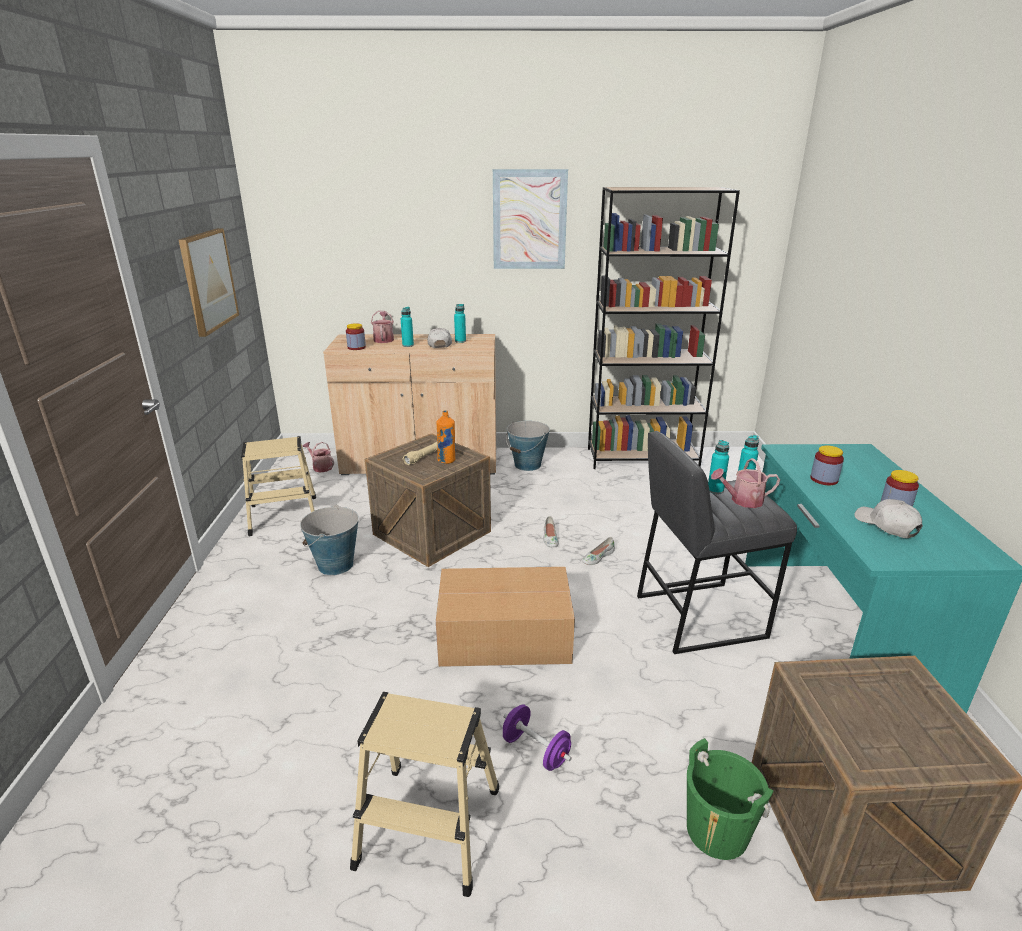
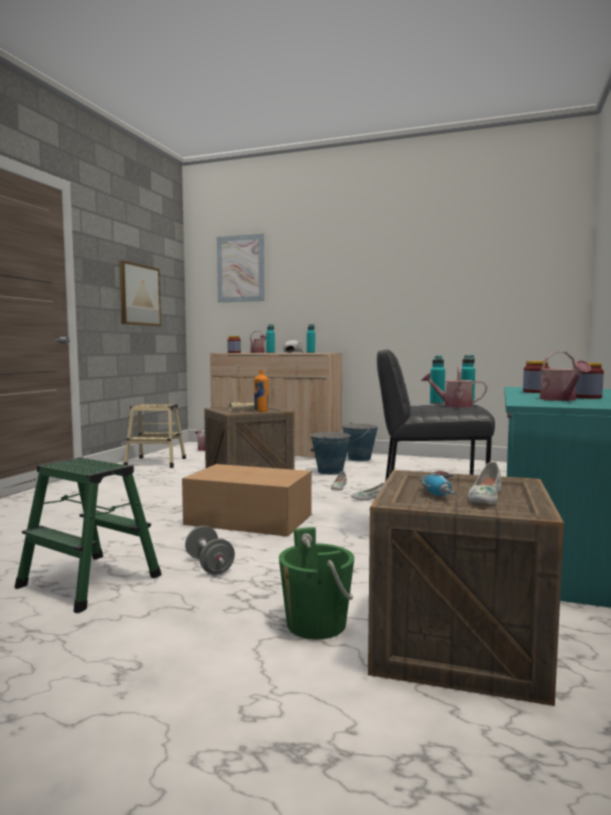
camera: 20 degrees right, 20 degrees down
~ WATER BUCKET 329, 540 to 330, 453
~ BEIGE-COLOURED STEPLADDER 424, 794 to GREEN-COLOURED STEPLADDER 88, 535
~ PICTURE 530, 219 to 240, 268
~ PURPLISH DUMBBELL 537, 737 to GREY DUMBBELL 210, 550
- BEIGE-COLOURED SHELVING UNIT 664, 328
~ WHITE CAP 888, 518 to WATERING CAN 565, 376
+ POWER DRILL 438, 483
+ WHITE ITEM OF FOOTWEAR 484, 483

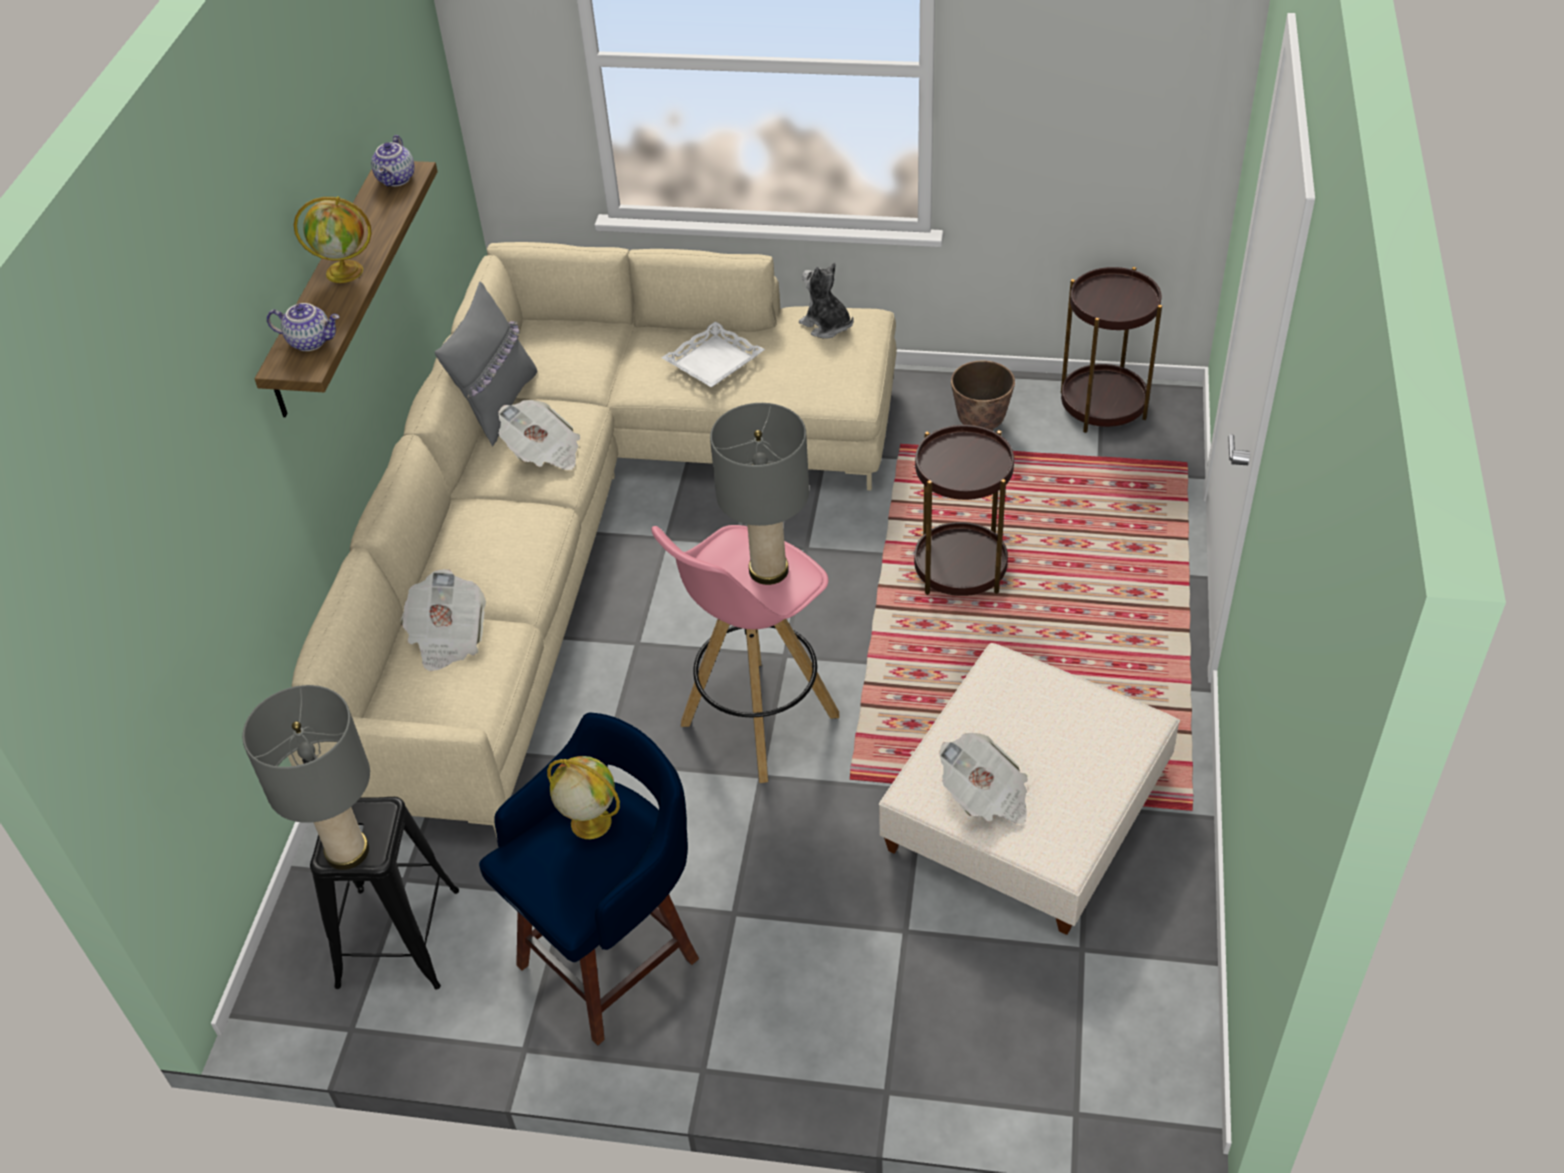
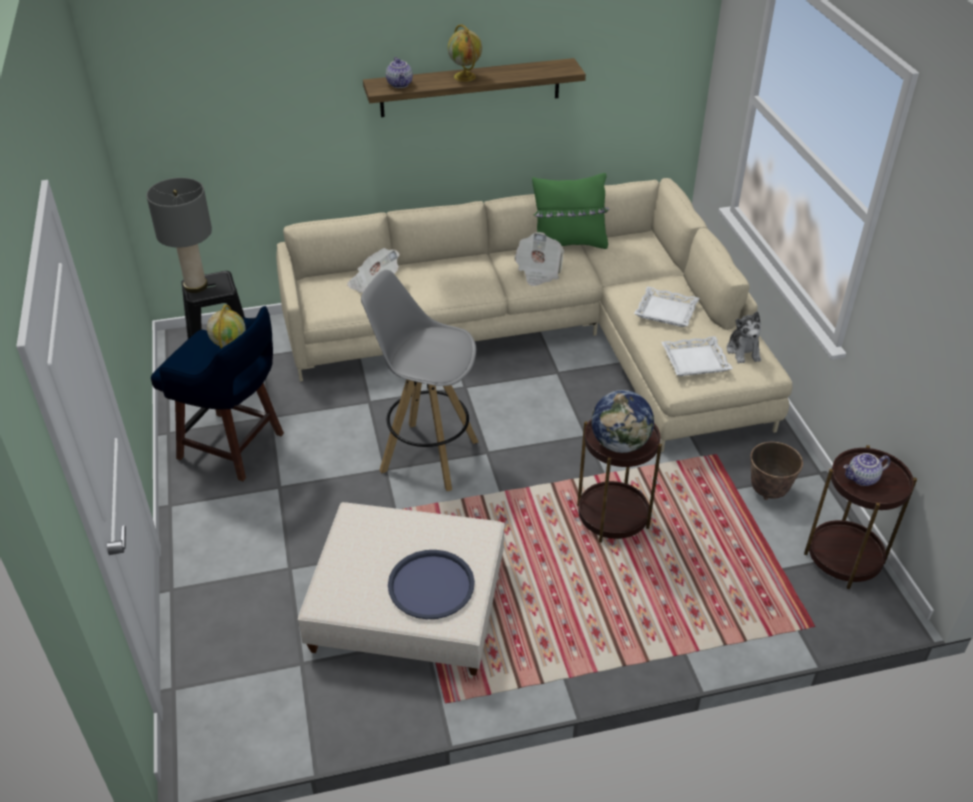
camera: 65 degrees right, 5 degrees down
~ POT FOR TEA 393, 161 to 866, 469
~ GREY CUSHION 486, 364 to GREEN-COLOURED CUSHION 571, 211
~ PINK-COLOURED SITTING STOOL 745, 654 to GREY SITTING STOOL 419, 380
- GREY TABLETOP LAMP 759, 494
~ SOFT TOY 826, 301 = 744, 337 150 degrees clockwise
- NEWSPAPER 983, 778
+ BLUE CARRYING TRAY 431, 584
+ WORLD GLOBE 622, 421
+ WHITE CARRYING TRAY 697, 356

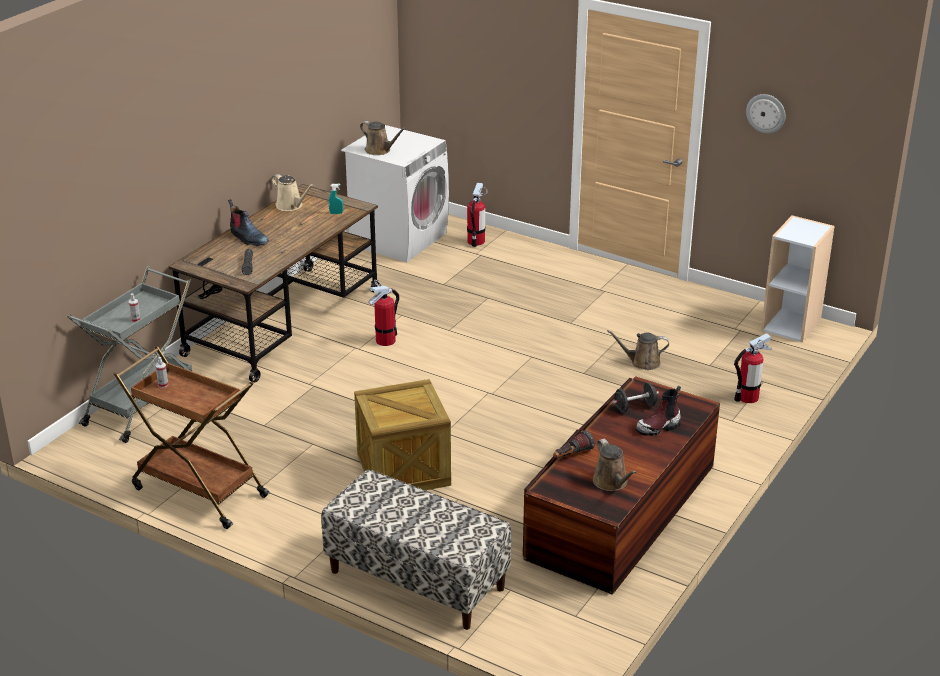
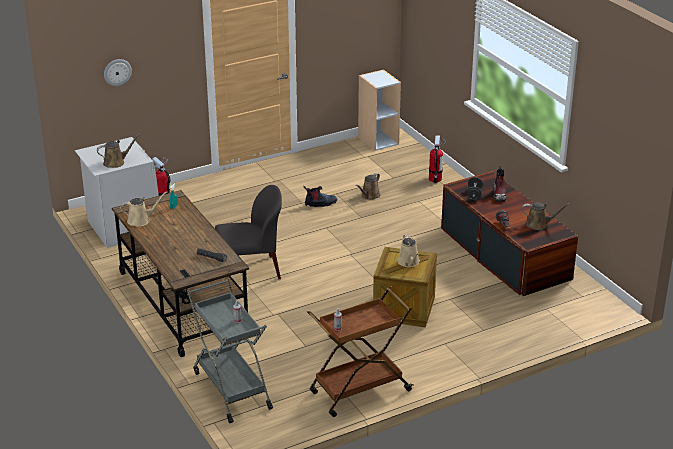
camera: 60 degrees left, 0 degrees up
~ TALL BOOT 248, 222 to 320, 196
- BENCH 416, 550
~ FIRE-FIGHTING CYLINDER 384, 313 to GREY UPRIGHT CHAIR 248, 232
~ HANGING CLOCK 765, 113 to 118, 72
+ BEIGE-COLOURED WATERING CAN 409, 251

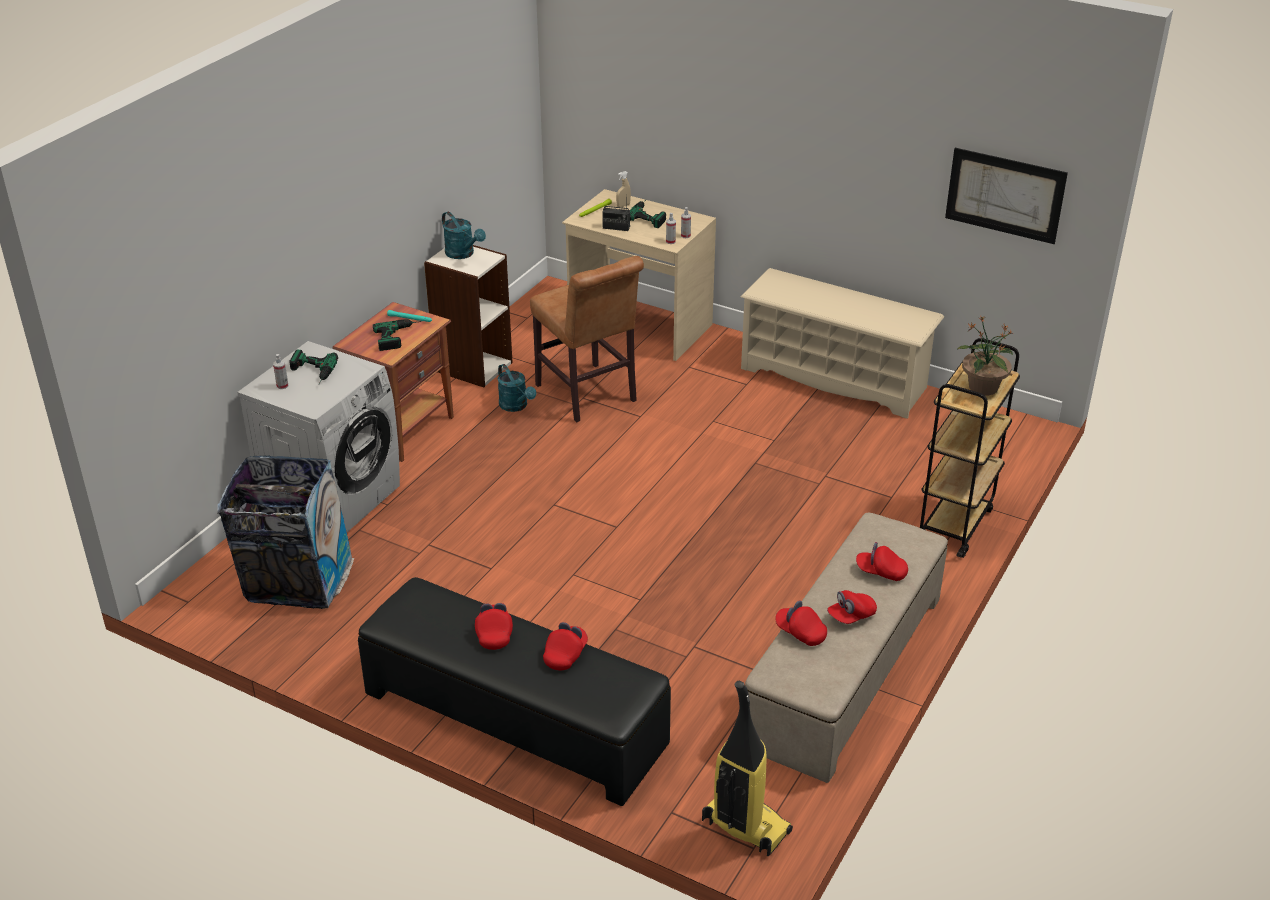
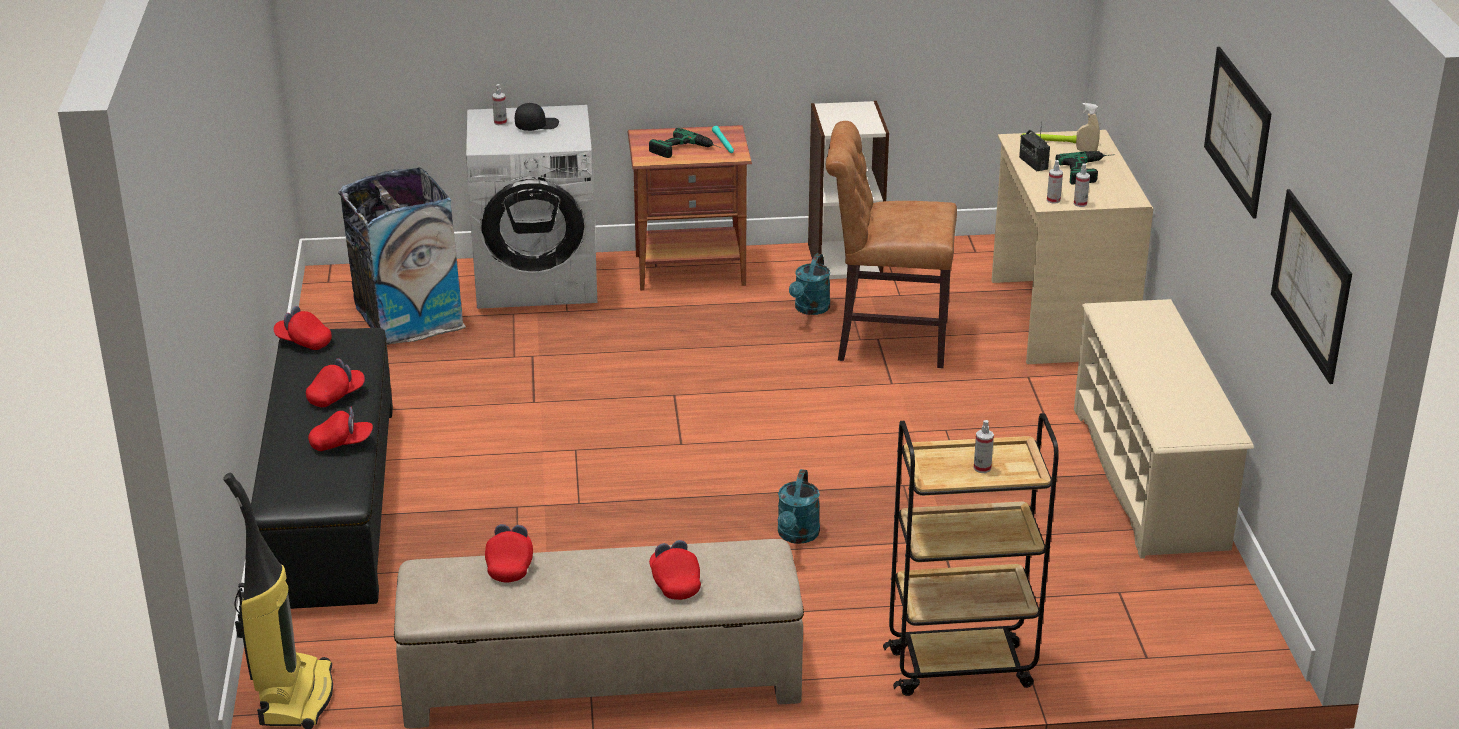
camera: 55 degrees right, 5 degrees down
~ POWER DRILL 313, 367 to BLACKISH CAP 537, 117
~ TURQUOISE-COLOURED WATERING CAN 464, 235 to 799, 506
~ BROWN-COLOURED UPRIGHT CHAIR 587, 339 = 891, 244 75 degrees clockwise
~ RED CAP 852, 607 to 303, 328
~ POTTED PLANT 984, 355 to HAND SPRAYER 984, 446
+ PICTURE 1238, 133

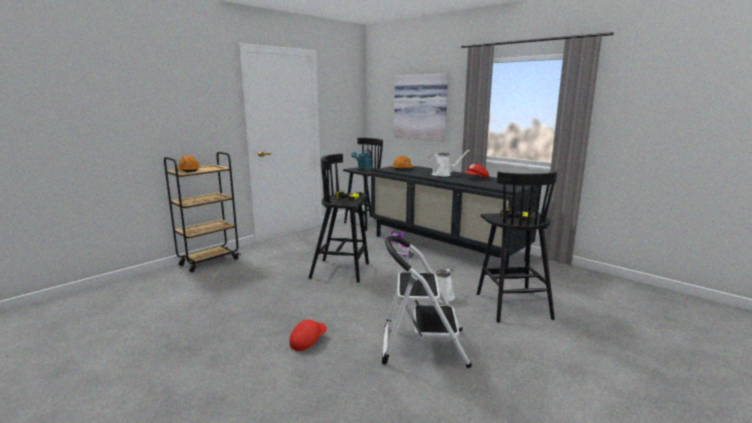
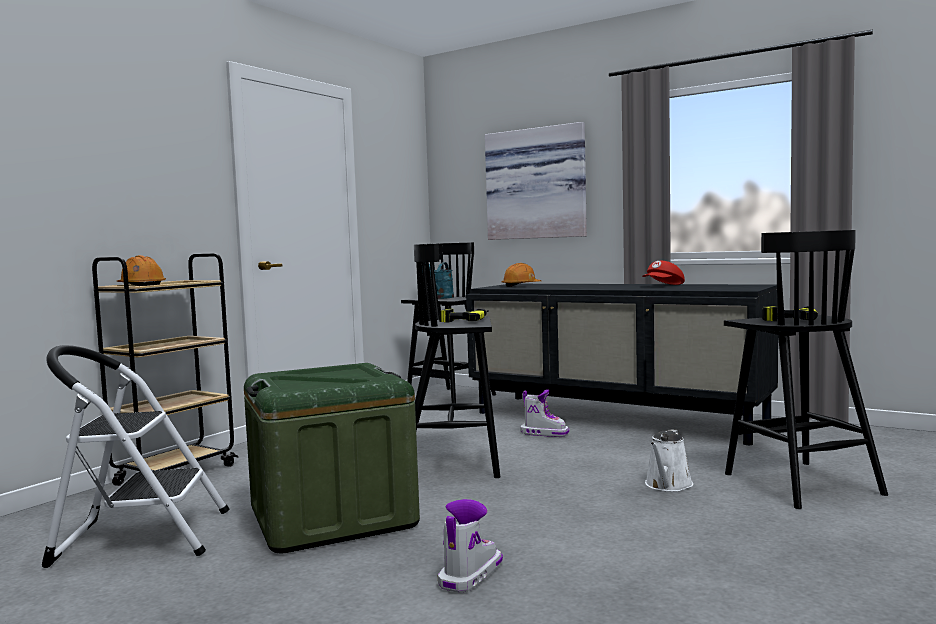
camera: 10 degrees left, 10 degrees down
~ RED CAP 308, 335 to TALL BOOT 470, 546
~ STEPLADDER 427, 302 to 135, 456
- WHITE WATERING CAN 448, 163
+ GREEN-COLOURED STORAGE BOX 332, 458

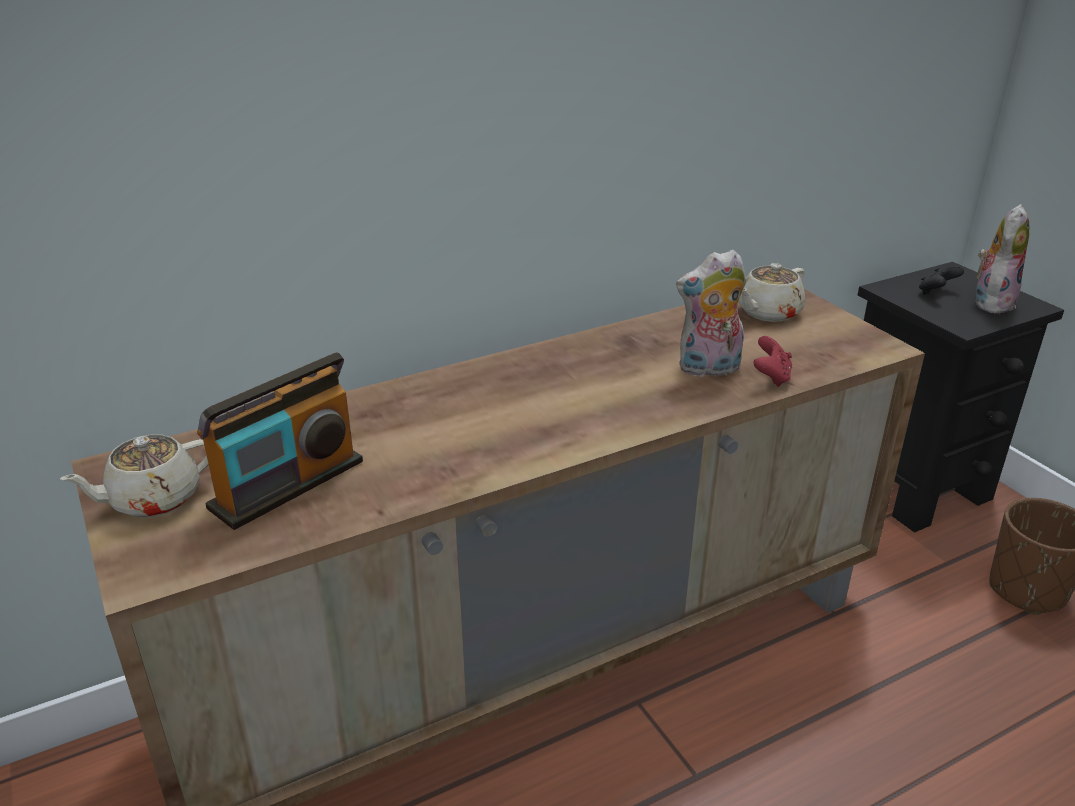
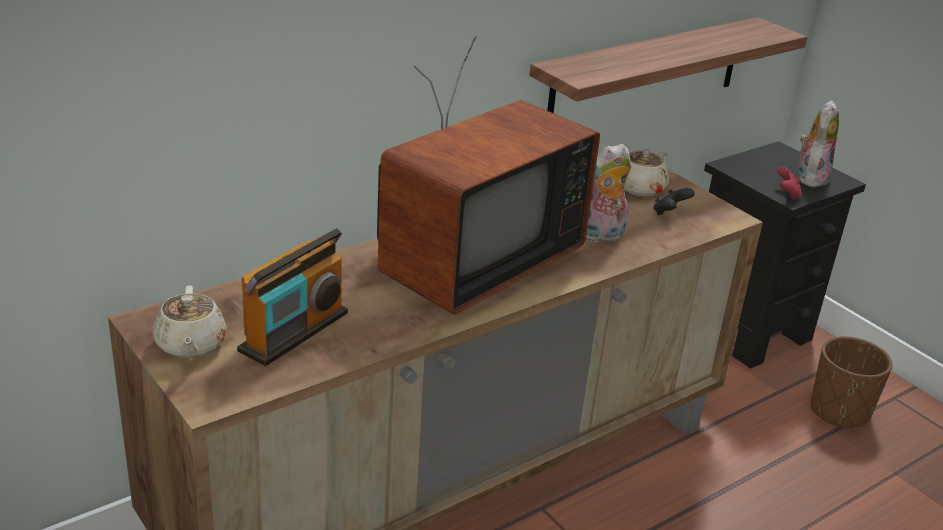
camera: 10 degrees left, 0 degrees up
~ BEIGE-COLOURED POT FOR TEA 134, 476 = 190, 321 60 degrees counterclockwise
~ RED GAME CONTROLLER 772, 361 to 789, 184
~ BLACKISH GAME CONTROLLER 941, 280 to 674, 201
+ TV SET 488, 175
+ BRACKET SHELF 668, 65

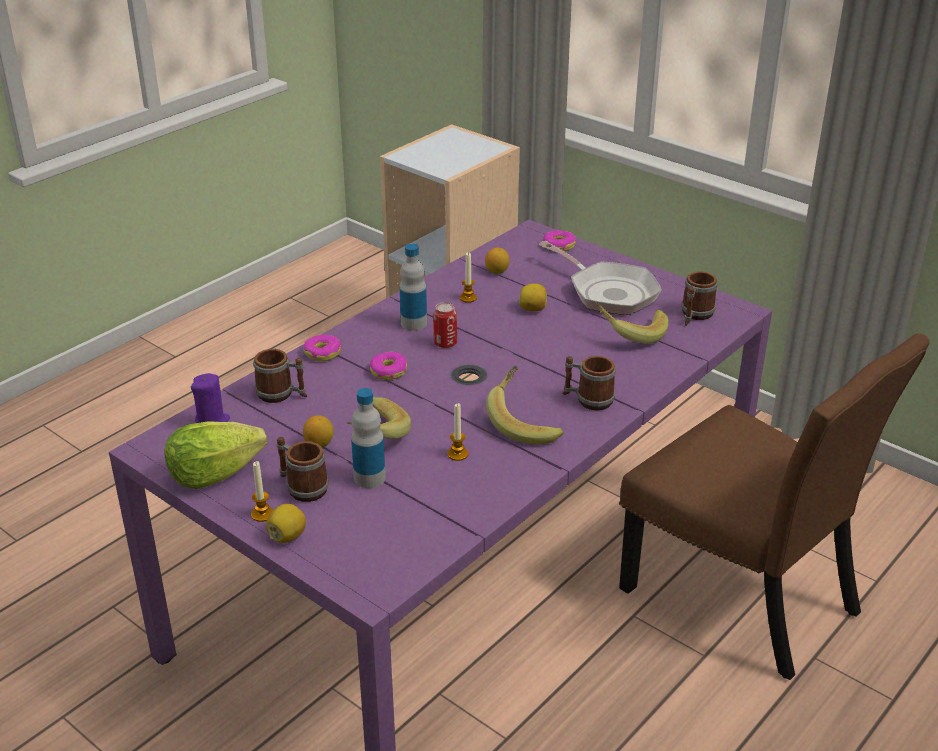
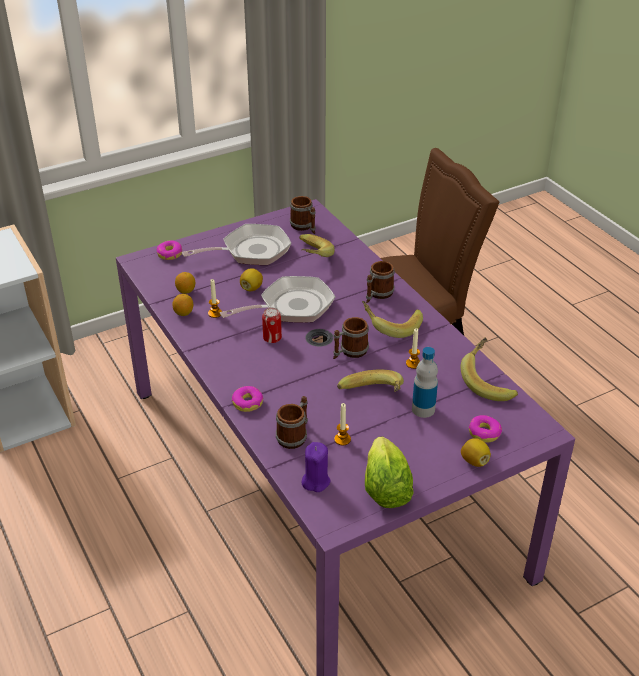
camera: 70 degrees left, 5 degrees up
~ WAX LIGHT 262, 491 to 342, 424
~ MUG 303, 469 to 351, 338
~ LEMON 318, 431 to 182, 305
~ RING DOUGHNUT 388, 366 to 485, 429
- BOTTLE 413, 287
+ FRYING PAN 277, 299
+ WHOLE BANANA 489, 369

